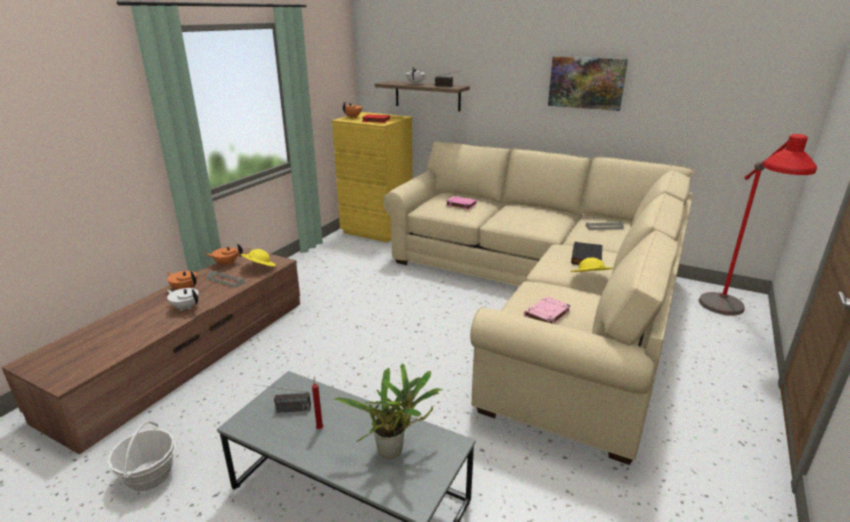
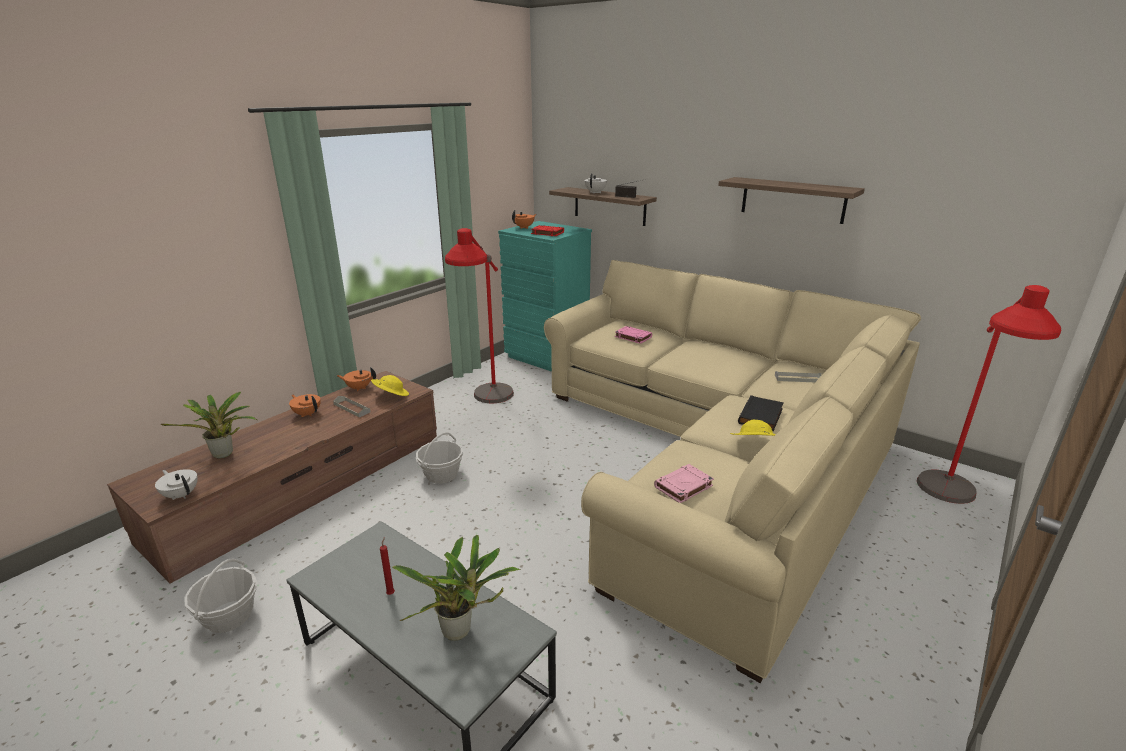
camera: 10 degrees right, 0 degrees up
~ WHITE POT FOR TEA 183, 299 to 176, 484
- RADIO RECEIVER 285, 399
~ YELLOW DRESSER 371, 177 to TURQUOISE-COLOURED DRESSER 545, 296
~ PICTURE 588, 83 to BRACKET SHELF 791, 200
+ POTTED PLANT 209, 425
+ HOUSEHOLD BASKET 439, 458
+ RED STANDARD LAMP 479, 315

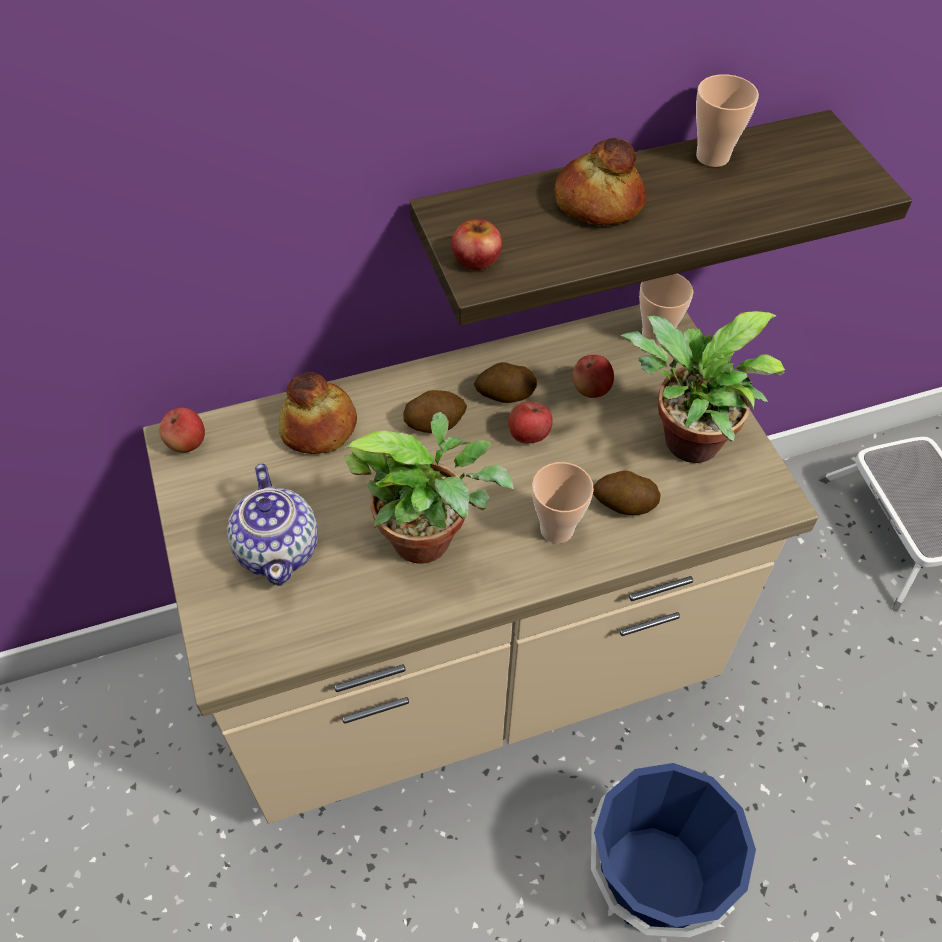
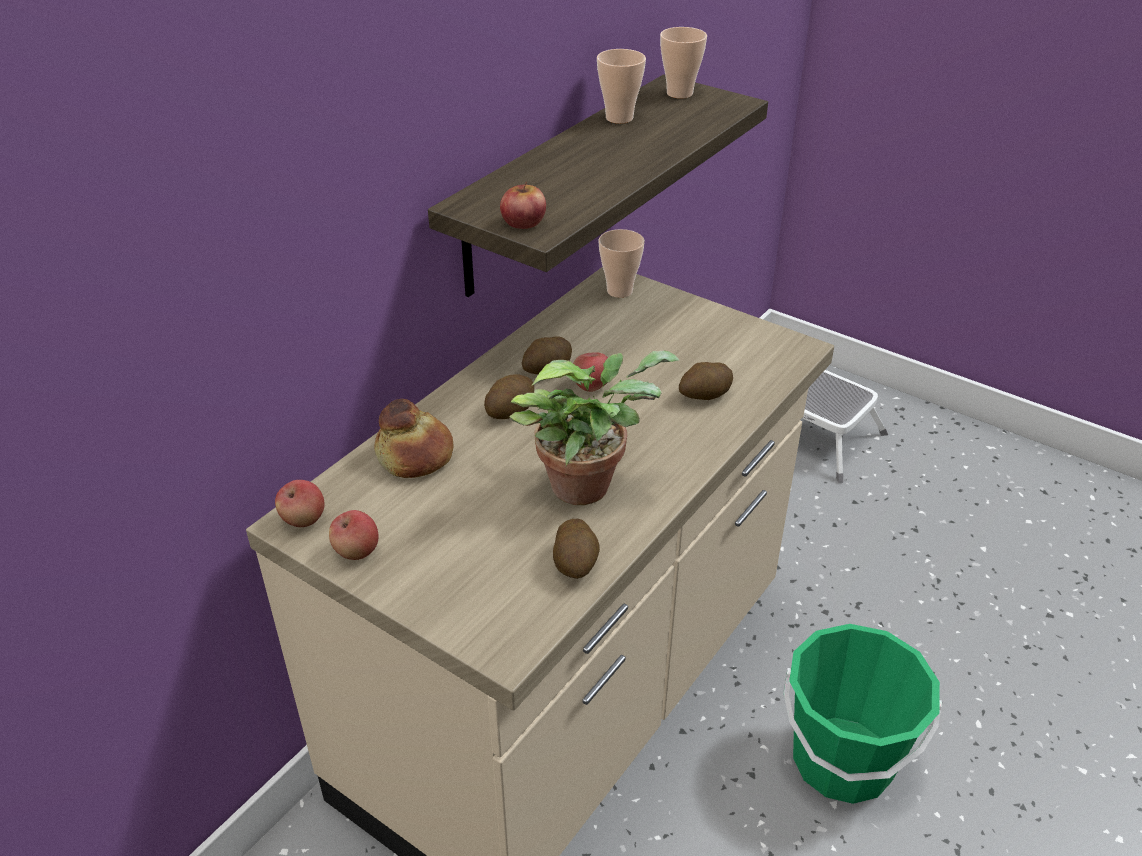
camera: 35 degrees left, 15 degrees down
- POT FOR TEA 272, 525
~ SMALL CUP 563, 502 to 683, 63
- BREAD 600, 182
~ APPLE FRUIT 593, 376 to 354, 535
~ BLUE WATER BUCKET 673, 850 to GREEN-COLOURED WATER BUCKET 862, 714
- POTTED PLANT 702, 387
+ SPUD 576, 549

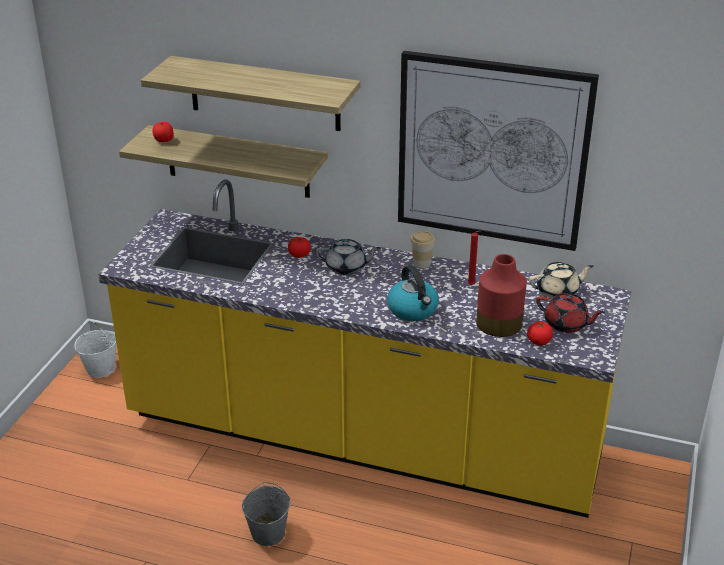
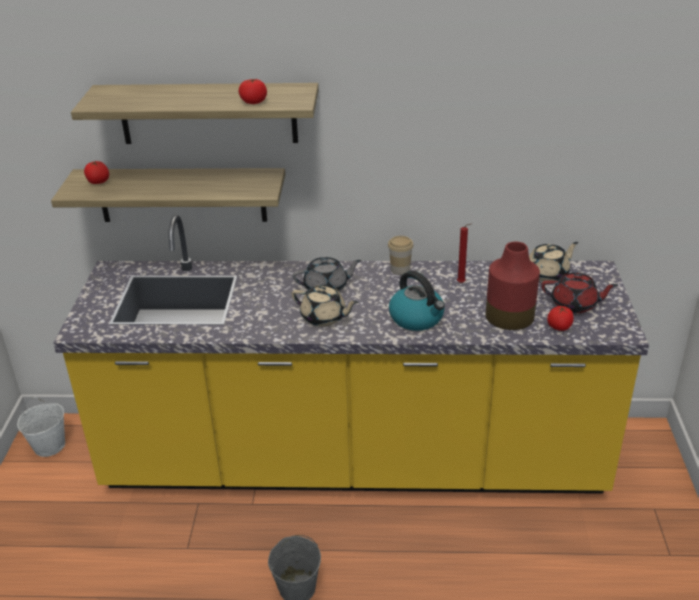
camera: 15 degrees left, 0 degrees up
~ WHOLE TOMATO 299, 247 to 253, 91
- PICTURE 498, 151
+ BEIGE-COLOURED POT FOR TEA 325, 305

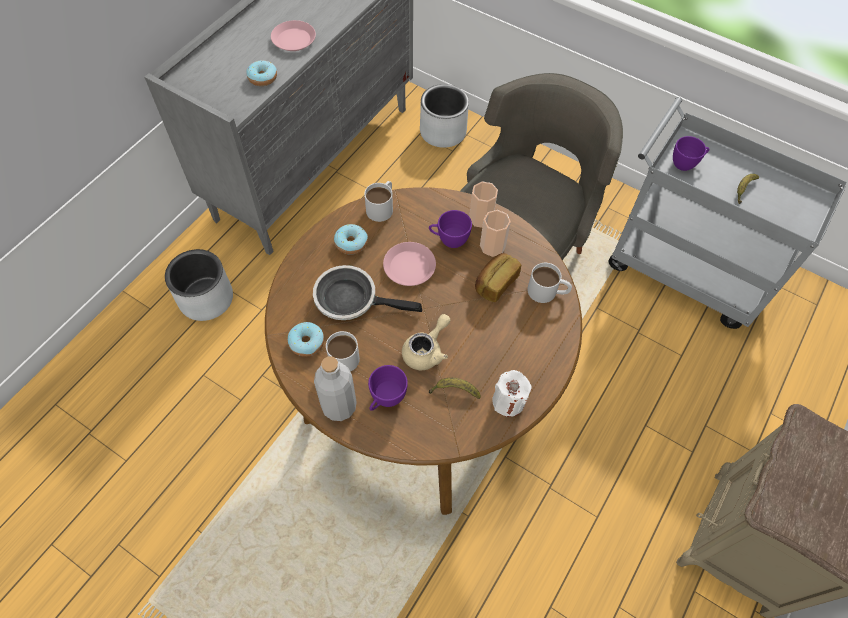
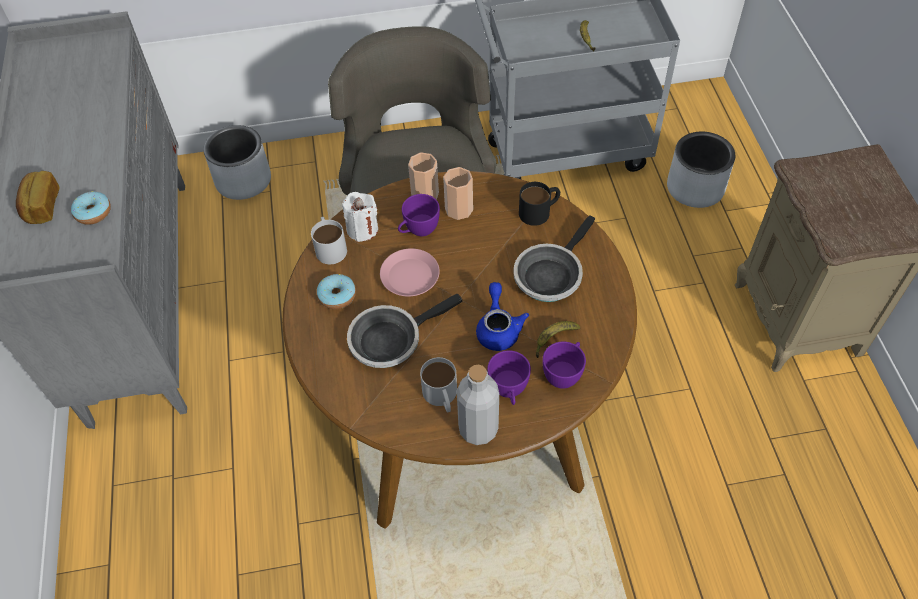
camera: 40 degrees left, 5 degrees down
~ GREY PLANTER 199, 285 to 701, 170
- PINK-COLOURED DINNER PLATE 293, 35
- RING DOUGHNUT 306, 339
~ BEIGE-COLOURED POT FOR TEA 426, 342 to BLUE POT FOR TEA 502, 316
~ BREAD 498, 277 to 38, 197
~ WHITE WAX LIGHT 512, 393 to 360, 217
~ WHITE MUG 549, 283 to BLACKISH MUG 539, 204
~ PURPLISH SMALL CUP 691, 153 to 564, 365
+ FRYING PAN 554, 258

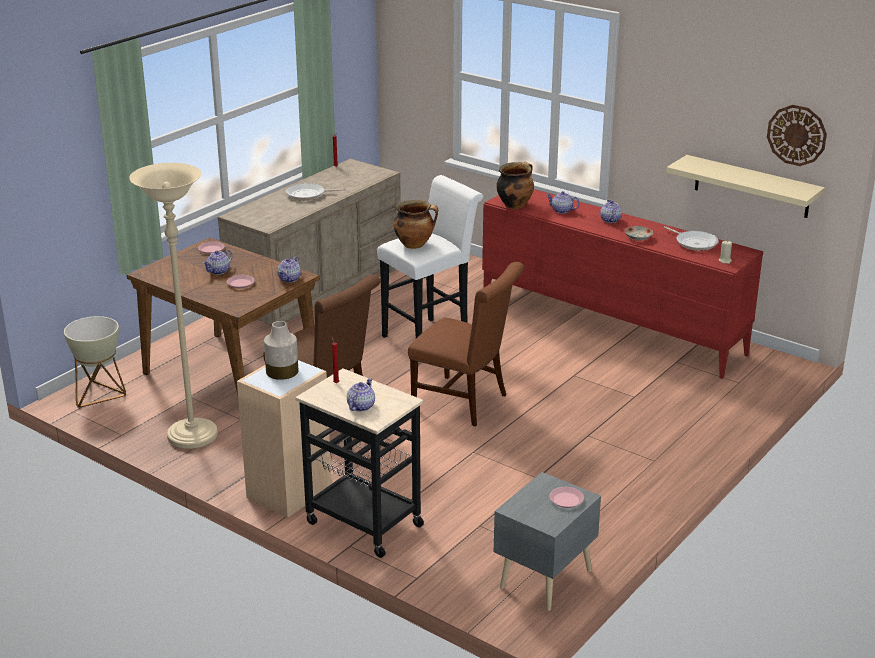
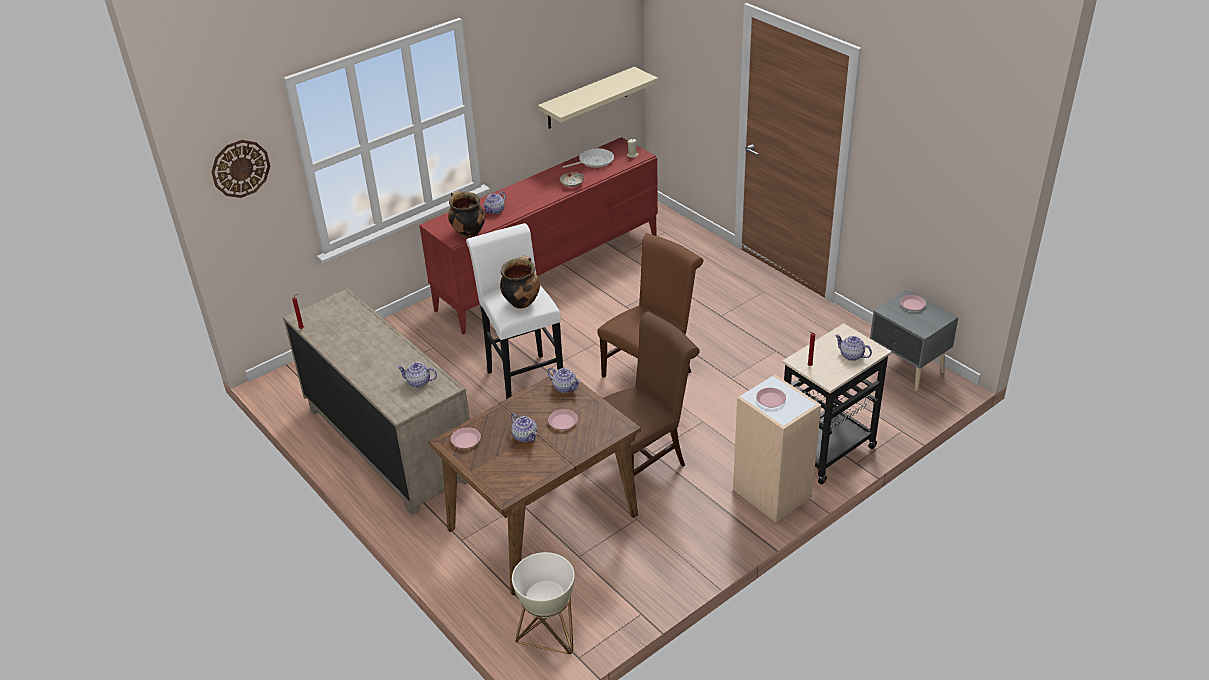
camera: 75 degrees left, 10 degrees up
- BEIGE-COLOURED STANDARD LAMP 173, 306
~ BEIGE-COLOURED DECORATIVE VASE 281, 350 to PINK-COLOURED DINNER PLATE 771, 398
- FRYING PAN 316, 192
~ POT FOR TEA 611, 211 to 417, 374
~ HANGING CLOCK 797, 135 to 240, 169

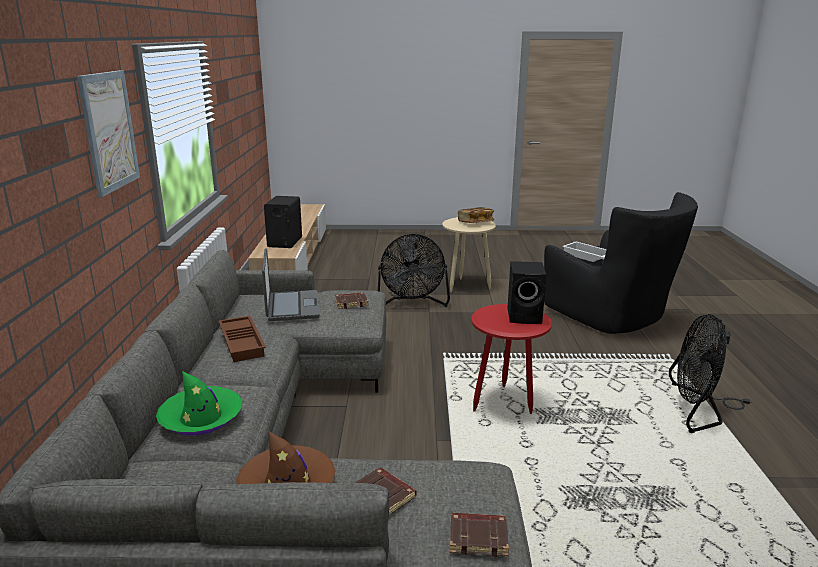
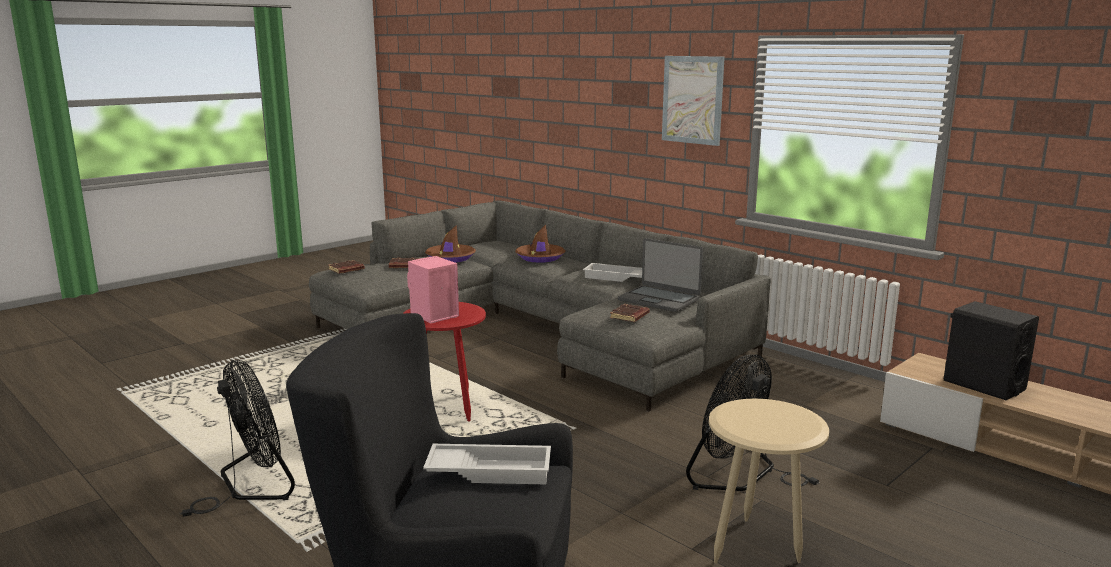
camera: 135 degrees right, 5 degrees down
~ GREEN-COLOURED CLOTHING HAT 199, 403 to BROWN-COLOURED CLOTHING HAT 540, 244
~ BROWN-COLOURED CARRYING TRAY 242, 339 to WHITE CARRYING TRAY 612, 272
- BOOK 476, 215
~ BLACKISH LOUDSPEAKER 526, 292 to PINK-COLOURED LOUDSPEAKER 433, 289

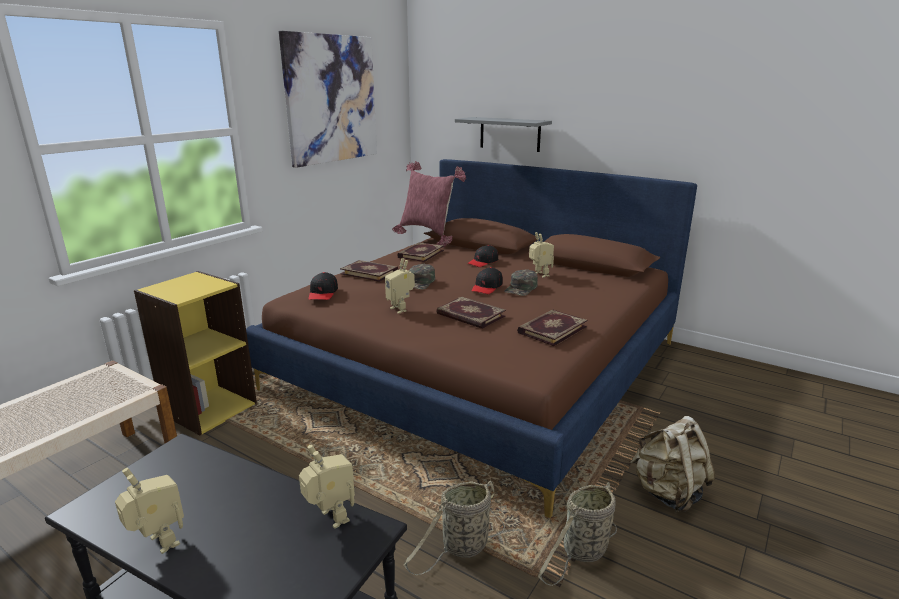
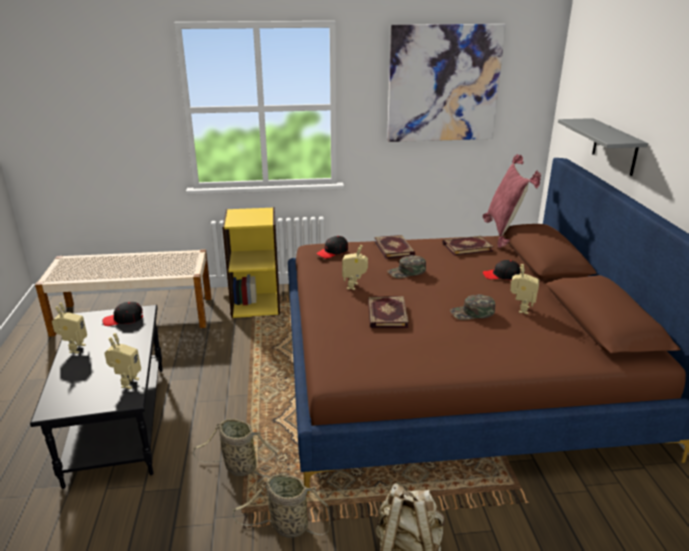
camera: 50 degrees right, 5 degrees up
~ BLACKISH CAP 487, 280 to 122, 314
- BOOK 552, 328

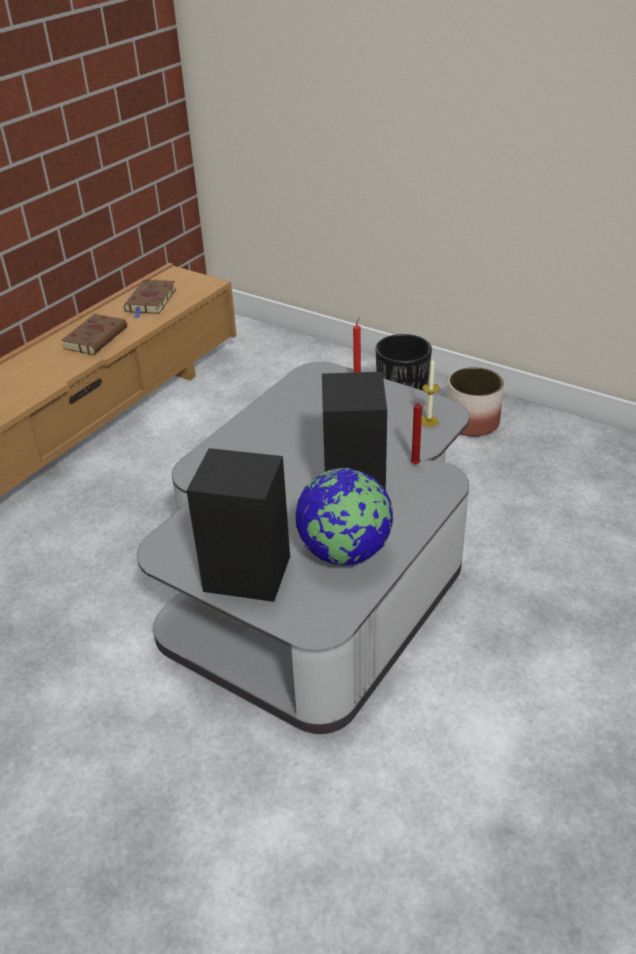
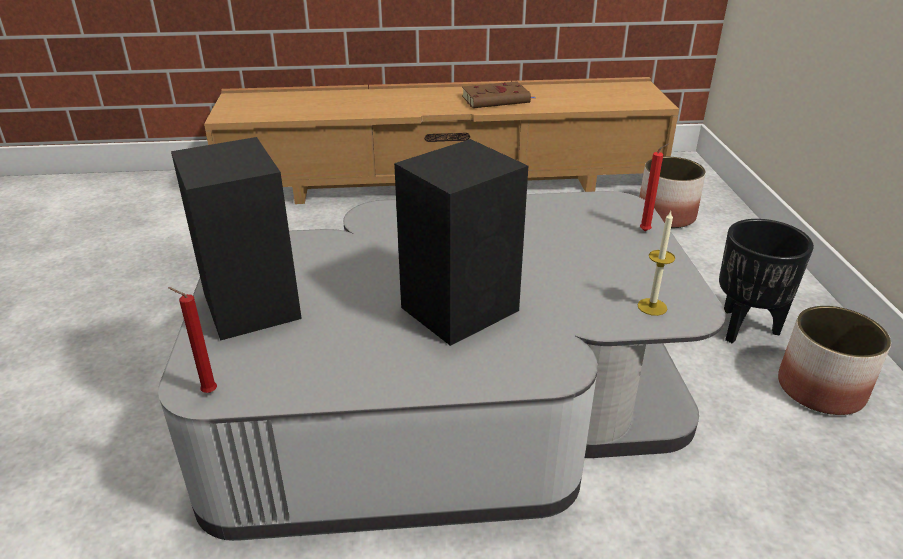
camera: 50 degrees right, 5 degrees down
- BROWN-COLOURED BOOK 150, 299
- WORLD GLOBE 344, 516
~ RED WAX LIGHT 416, 433 to 192, 340
+ PLANTER 672, 192

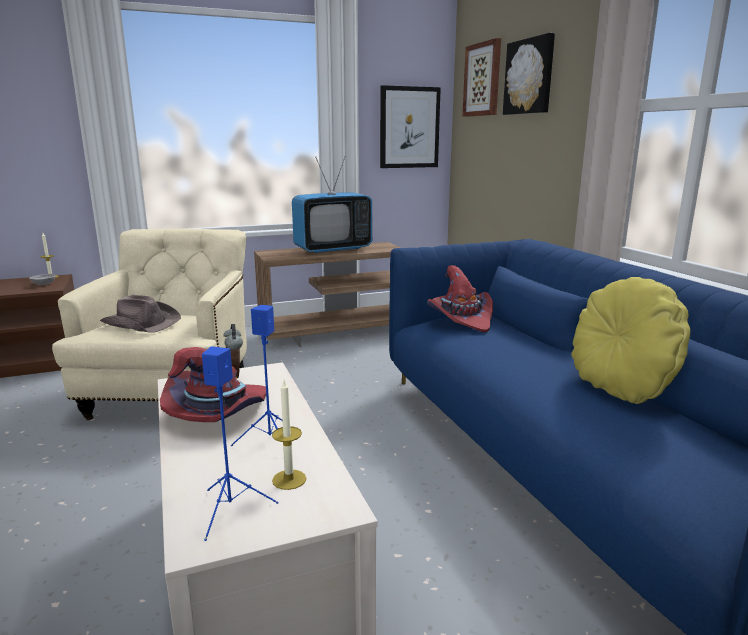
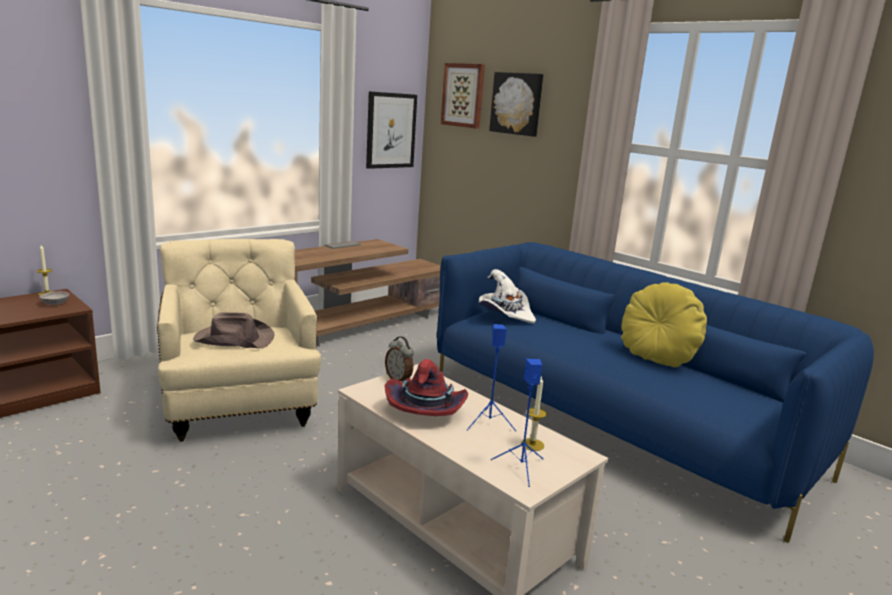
camera: 25 degrees left, 0 degrees up
- TV SET 332, 204
~ RED CLOTHING HAT 460, 298 to WHITE CLOTHING HAT 507, 296

